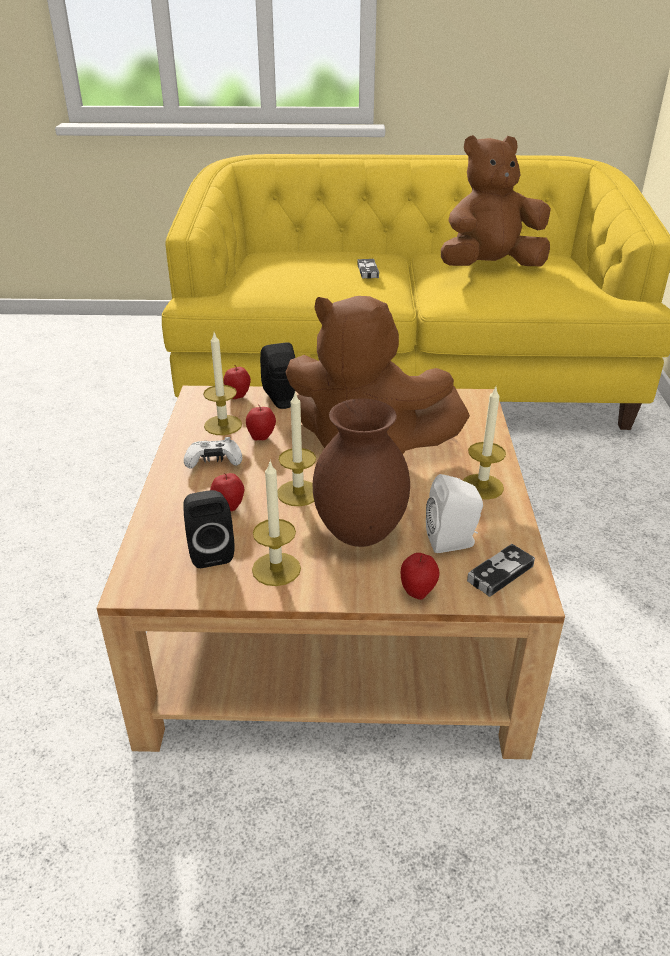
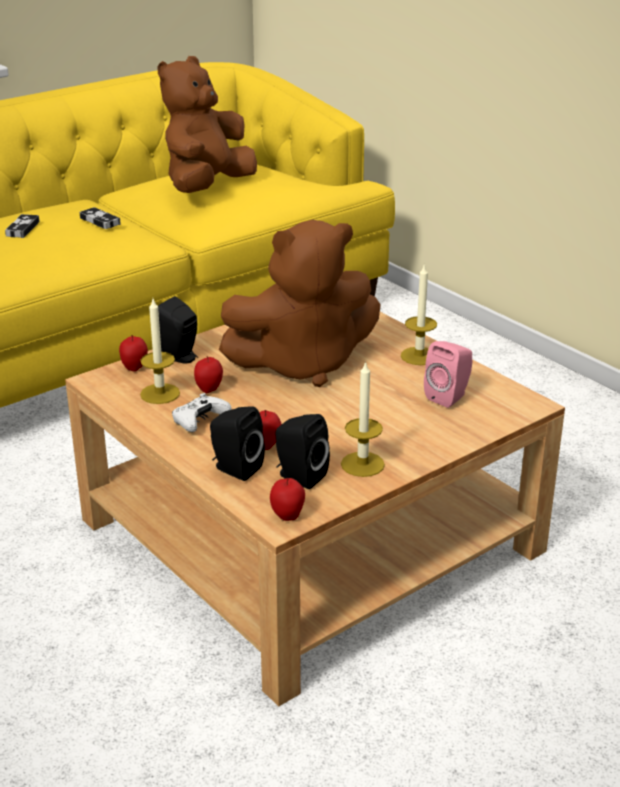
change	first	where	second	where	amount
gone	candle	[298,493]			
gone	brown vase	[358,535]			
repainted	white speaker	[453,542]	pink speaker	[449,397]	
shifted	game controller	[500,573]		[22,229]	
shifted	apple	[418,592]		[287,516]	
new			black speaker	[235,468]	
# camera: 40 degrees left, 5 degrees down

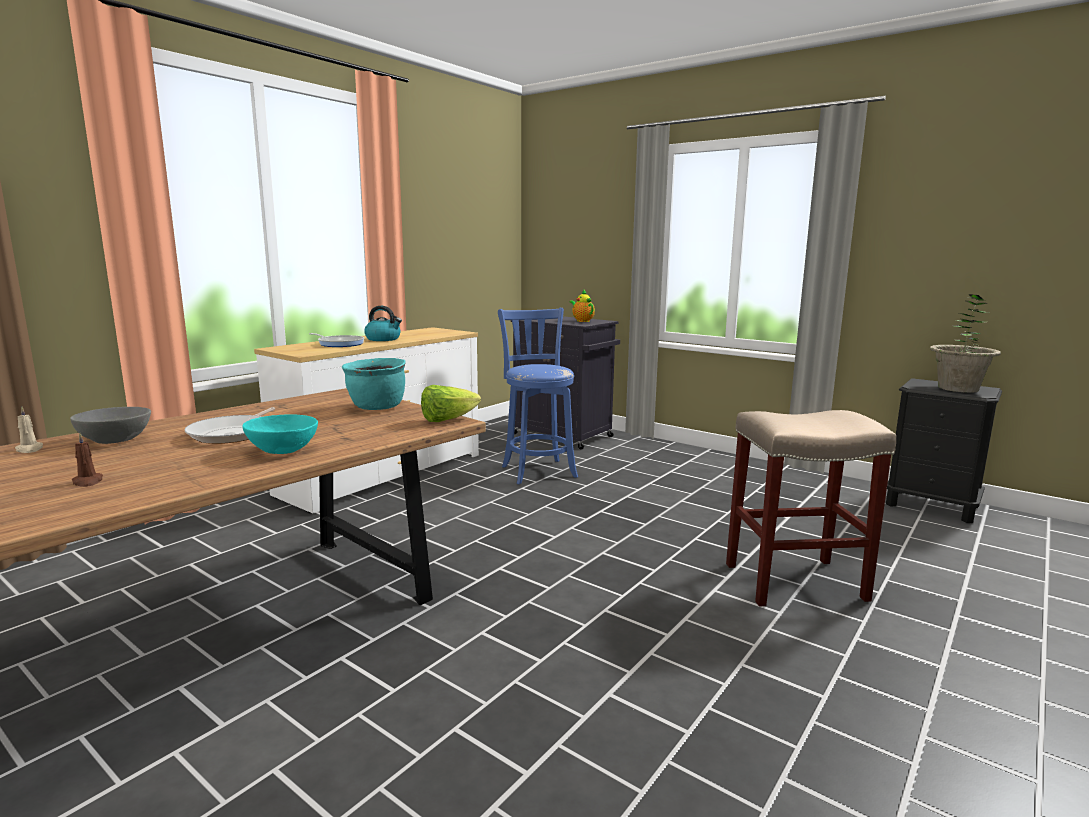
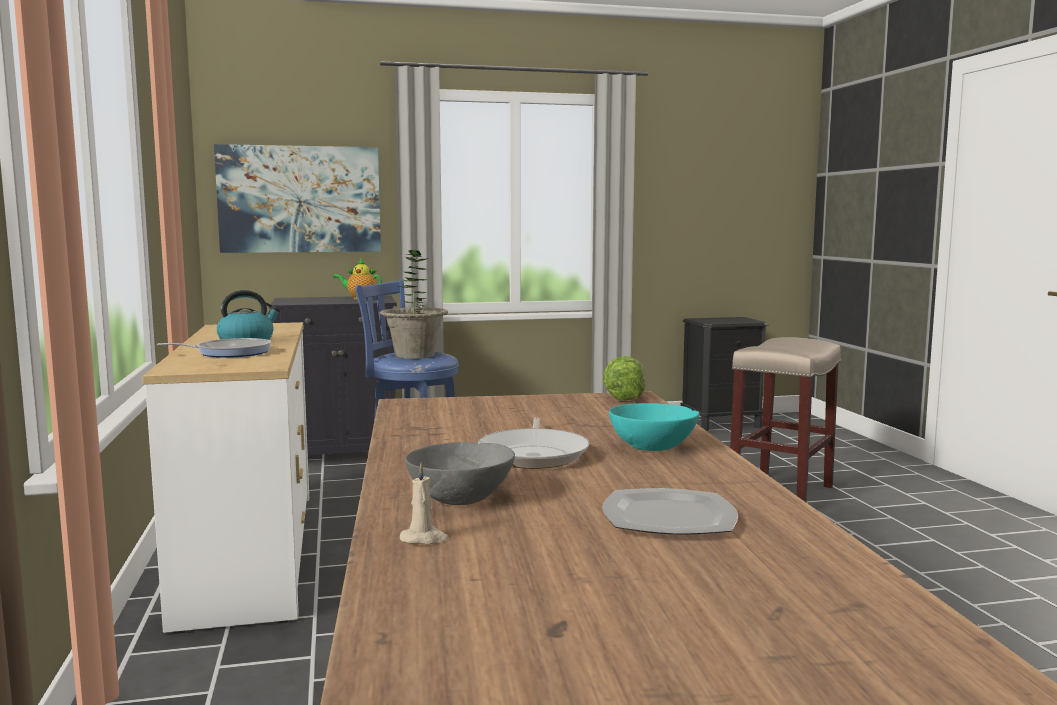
change	first	where	second	where	amount
shifted	potted plant	[958,389]		[415,355]	
gone	turquoise cooking pot	[377,408]			
rotated	frying pan	[234,433]		[534,454]	45 degrees clockwise
swapped	brown candle	[88,482]	plate	[670,518]	
new			picture	[300,199]	
# camera: 50 degrees left, 5 degrees down

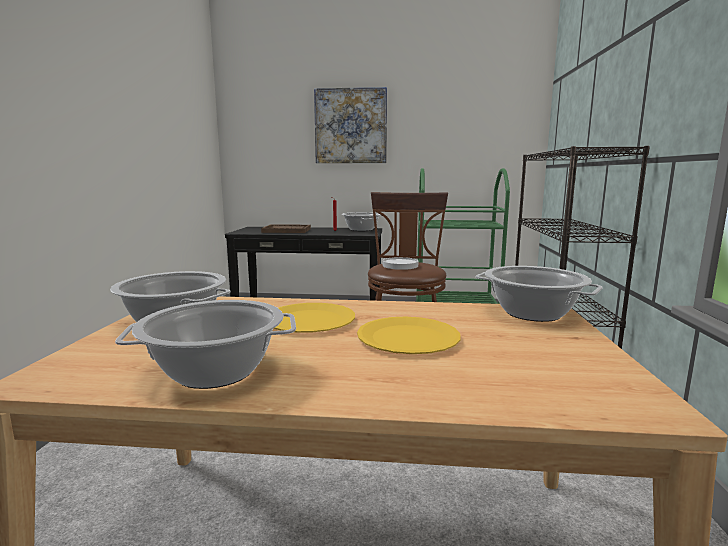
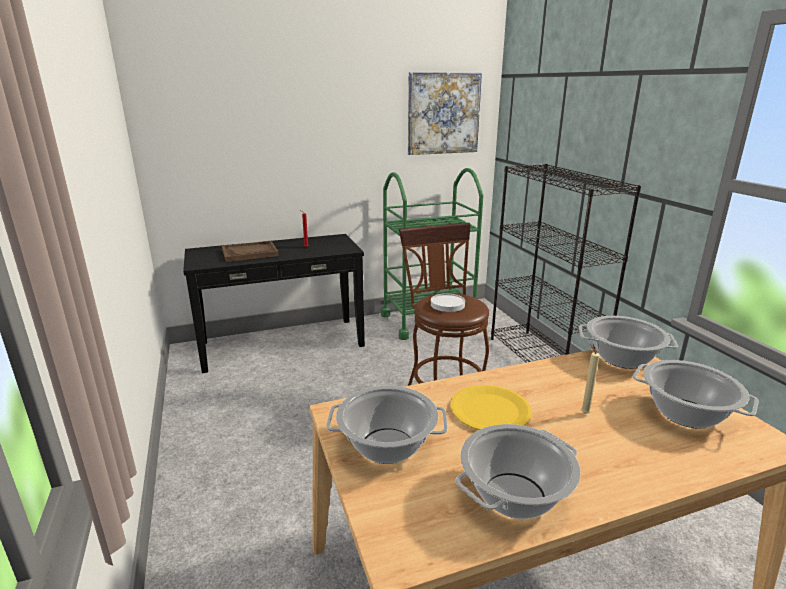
change	first	where	second	where	amount
shifted	picture	[350,126]		[443,113]	
shifted	cooking pot	[361,229]		[685,413]	
swapped	yellow plate	[408,338]	beige candle	[584,412]	
# camera: 25 degrees left, 10 degrees up

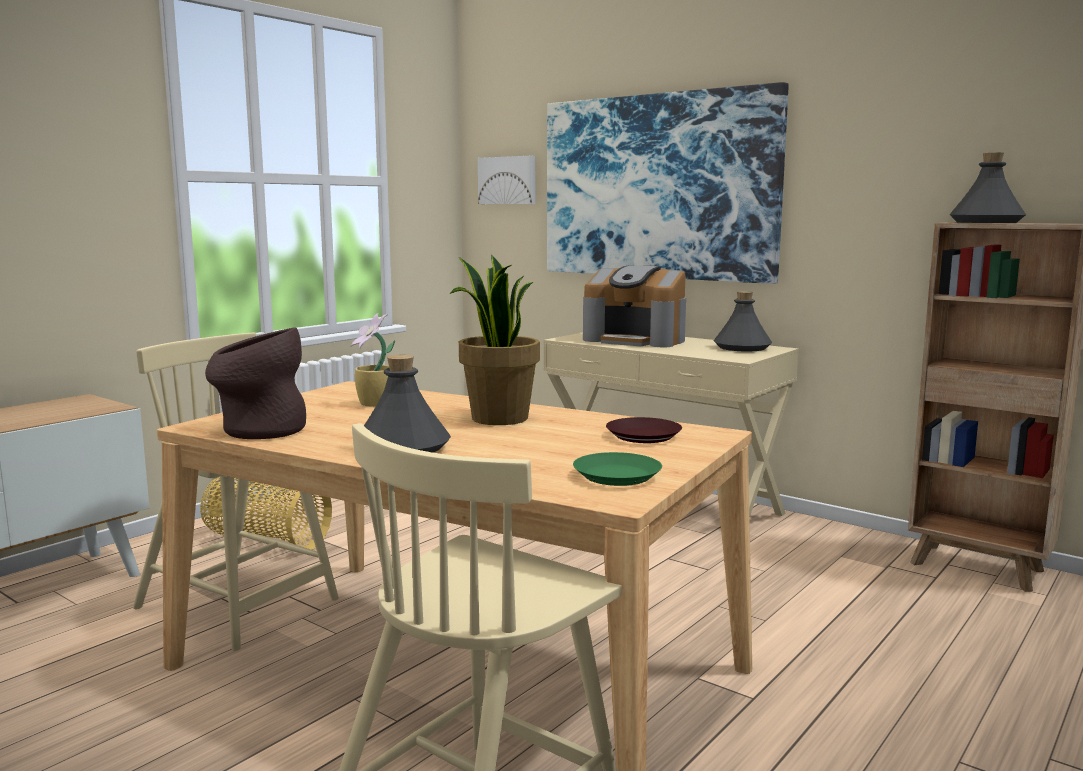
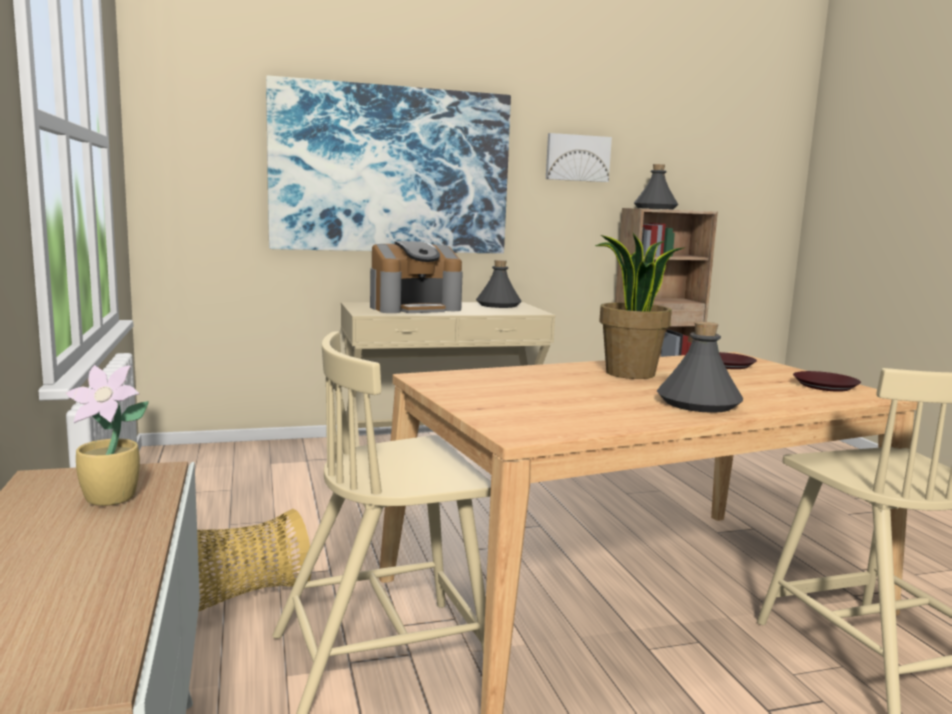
change	first	where	second	where	amount
shifted	picture	[508,180]		[577,158]	
shifted	potted plant	[375,404]		[112,499]	
gone	brown vase	[258,430]			
repainted	green plate	[618,476]	brown plate	[825,386]	
# camera: 55 degrees left, 0 degrees up

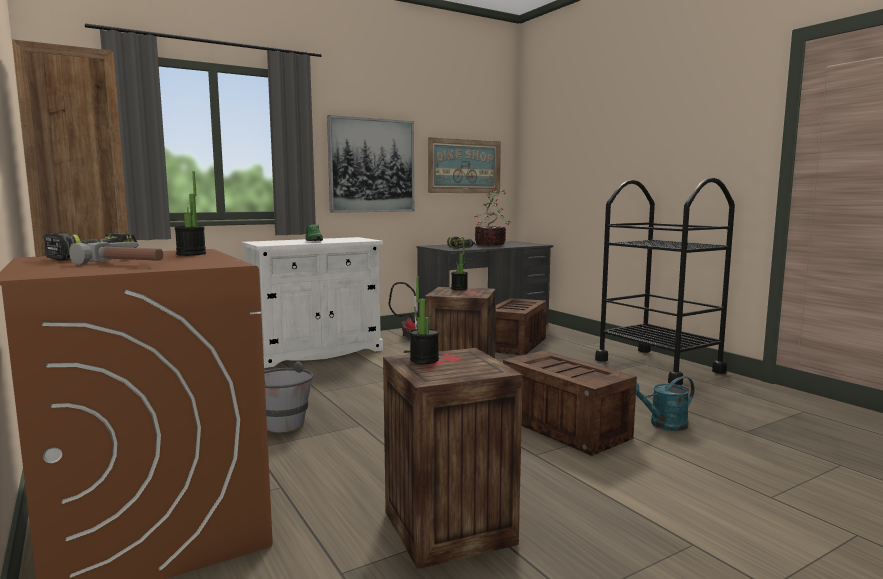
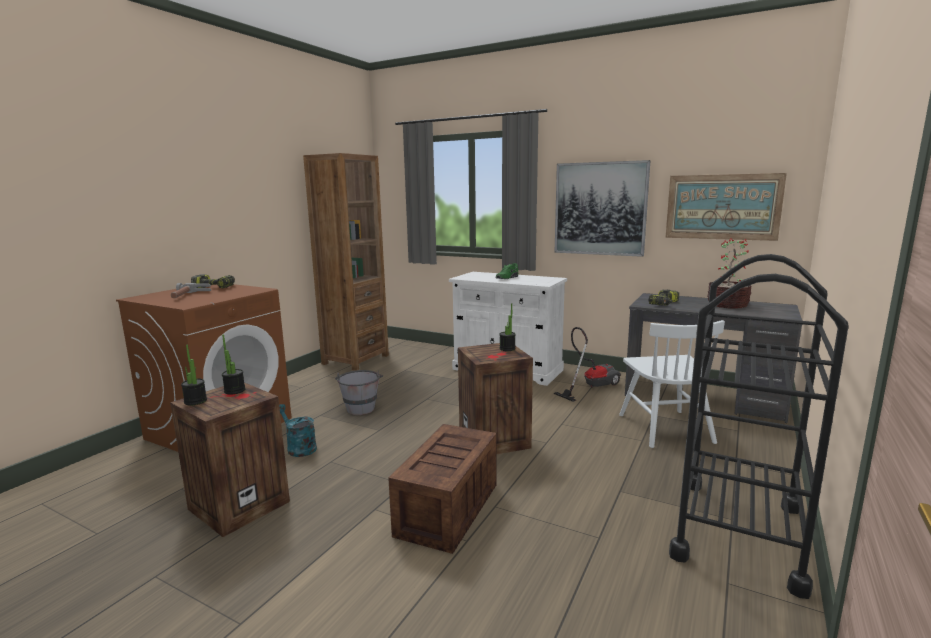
change	first	where	second	where	amount
shifted	potted plant	[191,254]		[195,401]	
swapped	crate	[516,344]	white chair	[665,428]	
shifted	turquoise watering can	[663,425]		[298,448]	
# camera: 60 degrees right, 5 degrees up

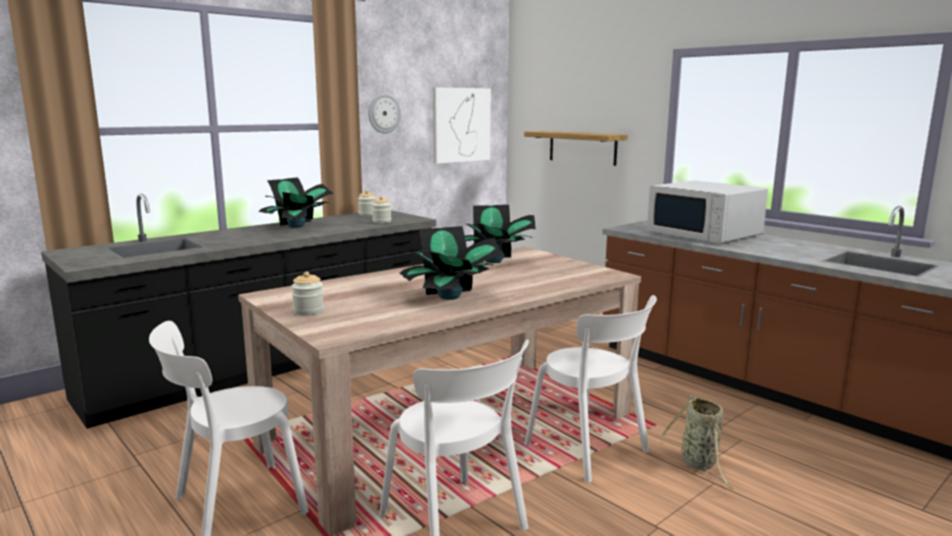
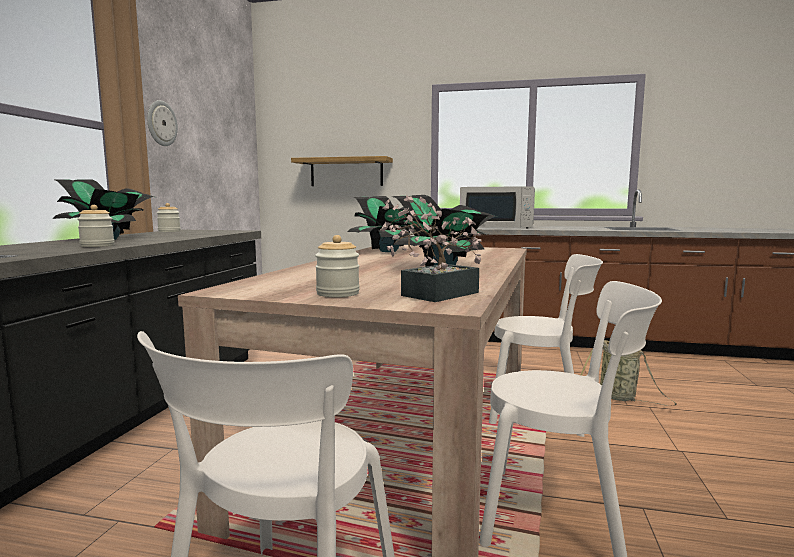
change	first	where	second	where	amount
gone	picture	[461,125]			
shifted	jar	[381,221]		[97,246]	
new			potted plant	[433,295]	
# camera: 35 degrees left, 5 degrees down

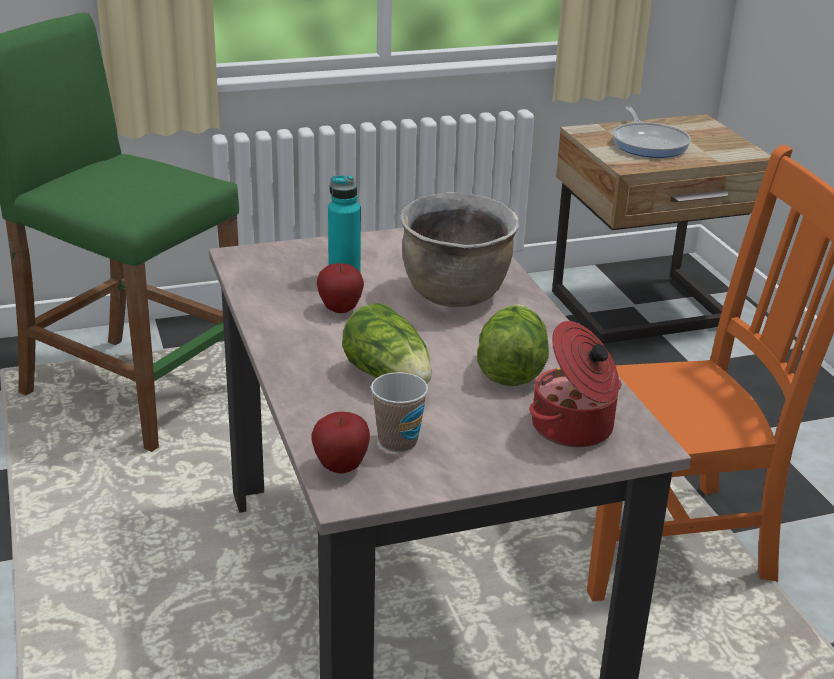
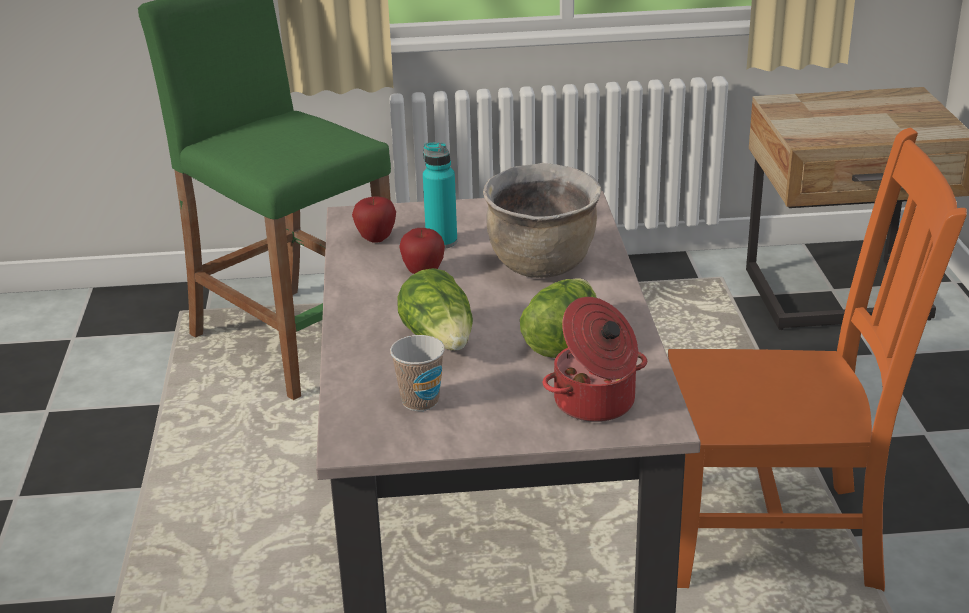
change	first	where	second	where	amount
gone	frying pan	[649,143]			
shifted	apple	[341,467]		[376,239]	
# camera: 15 degrees right, 0 degrees up

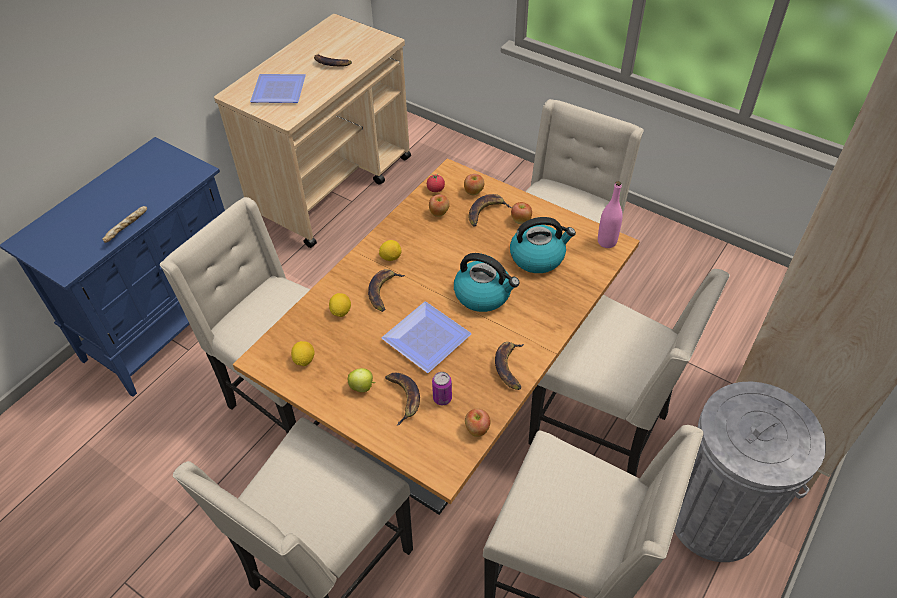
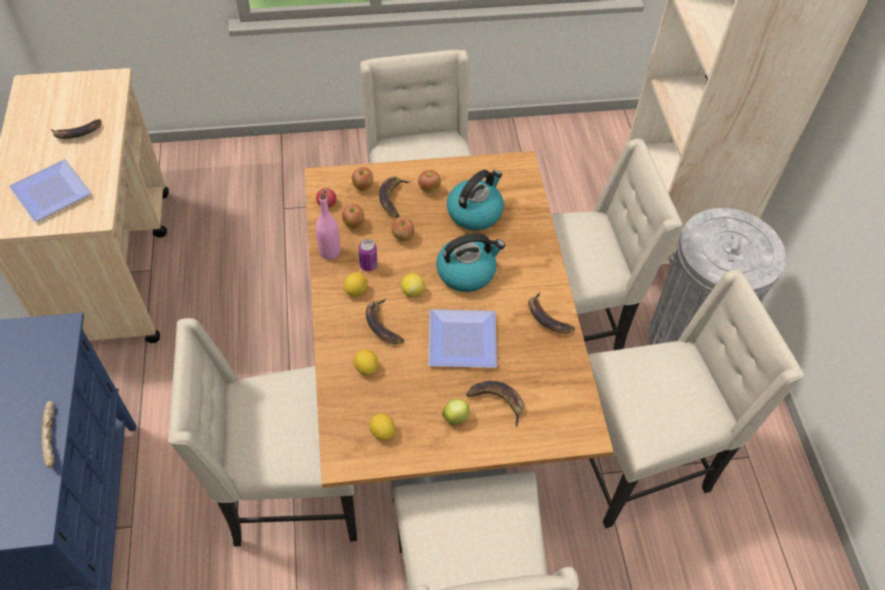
change	first	where	second	where	amount
shifted	pink bottle	[607,242]		[329,252]	
shifted	can	[442,398]		[368,265]	
shifted	apple	[477,429]		[402,237]	
new			lemon	[412,291]	
# camera: 45 degrees left, 5 degrees up

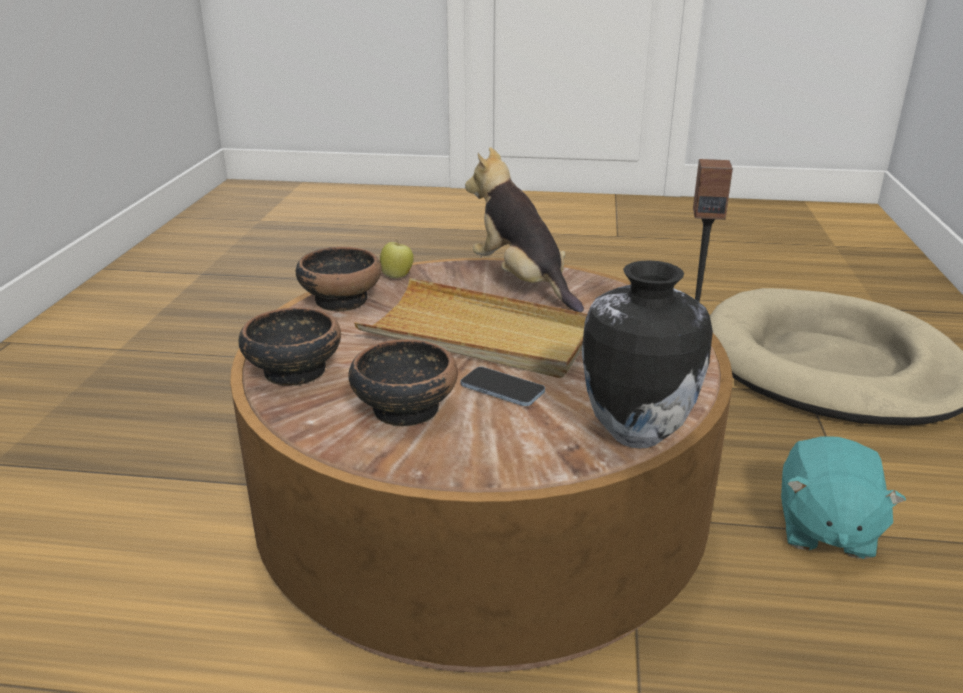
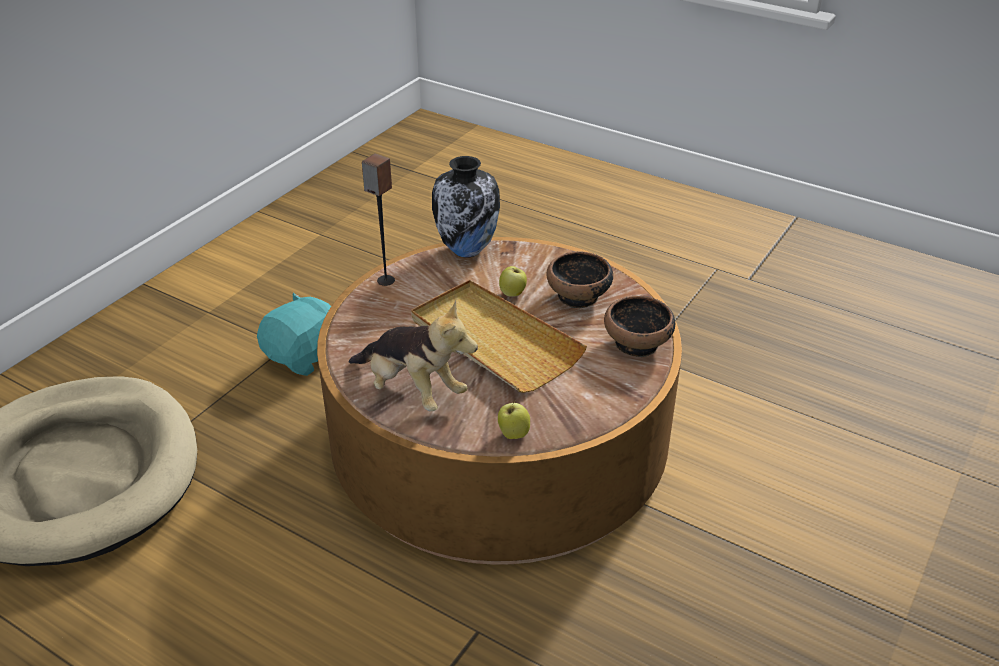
change	first	where	second	where	amount
rotated	plush toy	[522,282]		[412,390]	45 degrees counterclockwise
gone	bowl	[341,300]			
swapped	phone	[502,389]	apple	[513,294]	
# camera: 155 degrees left, 10 degrees up

